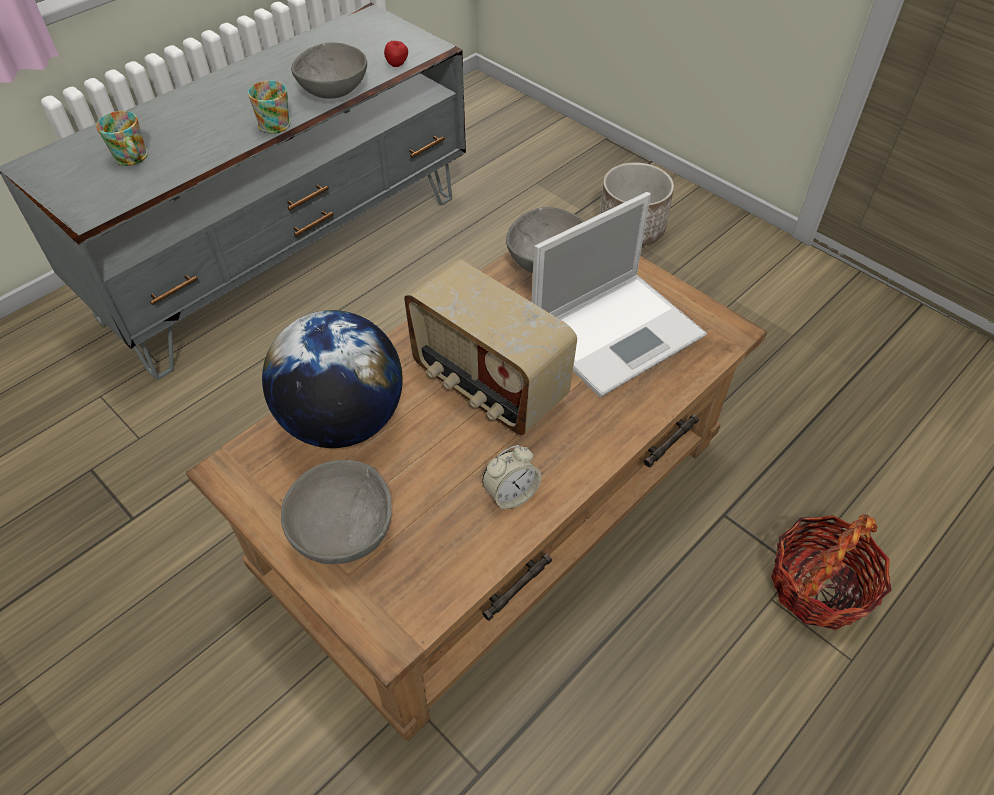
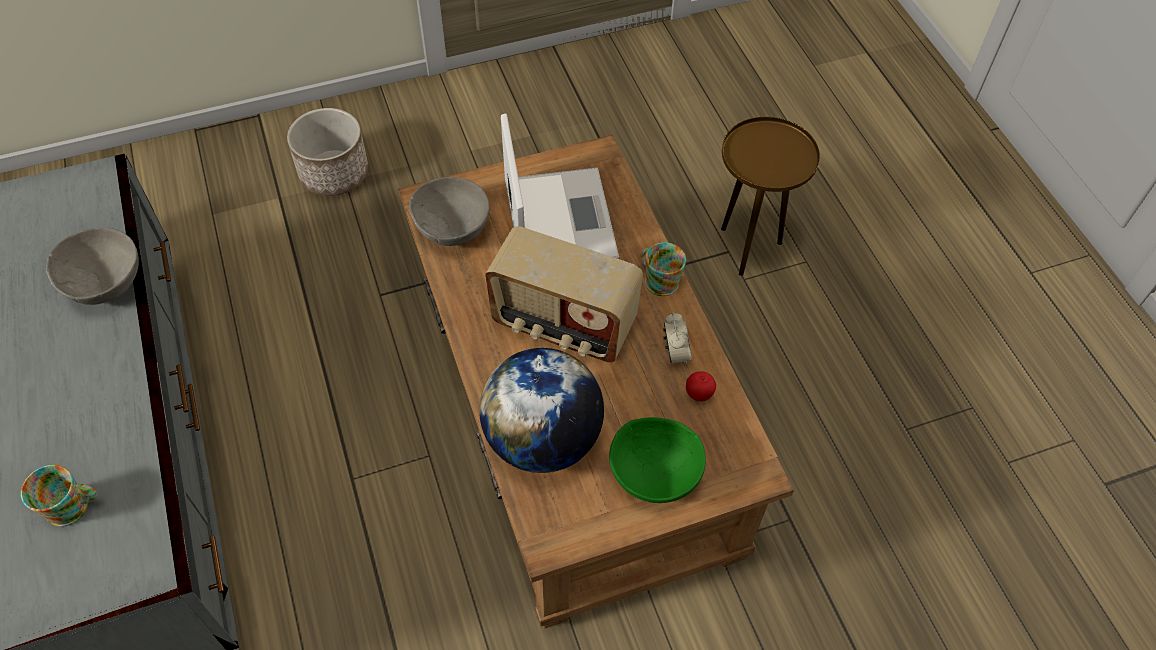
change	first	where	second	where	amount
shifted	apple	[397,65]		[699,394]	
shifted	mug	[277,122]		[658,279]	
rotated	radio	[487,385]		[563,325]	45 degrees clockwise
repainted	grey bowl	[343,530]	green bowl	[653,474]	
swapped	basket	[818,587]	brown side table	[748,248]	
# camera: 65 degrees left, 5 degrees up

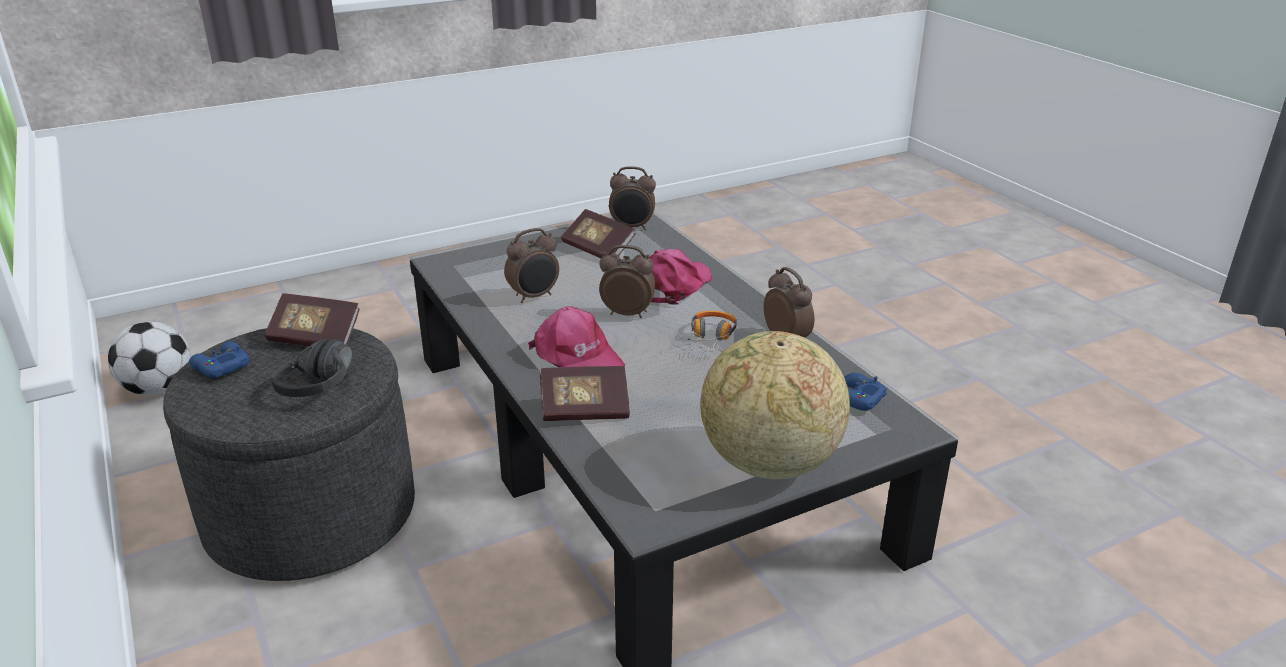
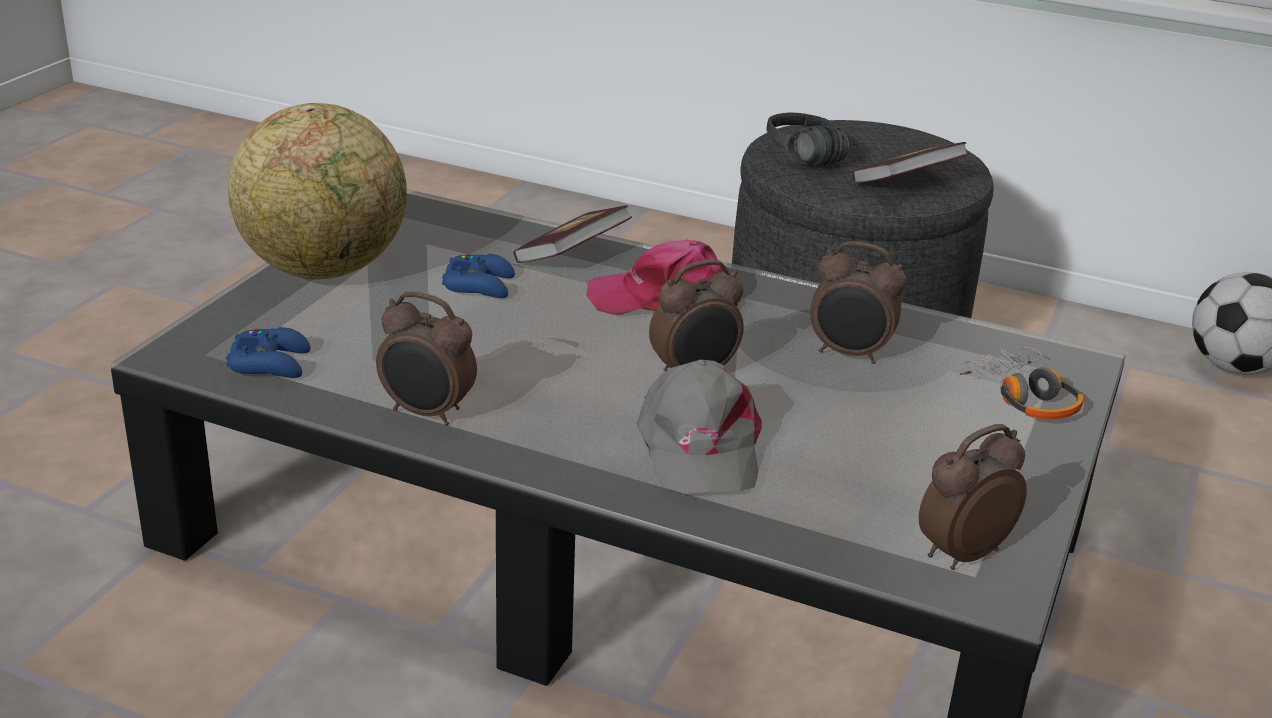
change	first	where	second	where	amount
gone	book	[598,249]			
rotated	alarm clock	[534,296]		[849,354]	90 degrees counterclockwise
repainted	pink cap	[674,285]	grey cap	[698,446]	
shifted	headphones	[709,340]		[1023,396]	
shifted	blue game controller	[220,366]		[480,285]	
# camera: 140 degrees right, 0 degrees up

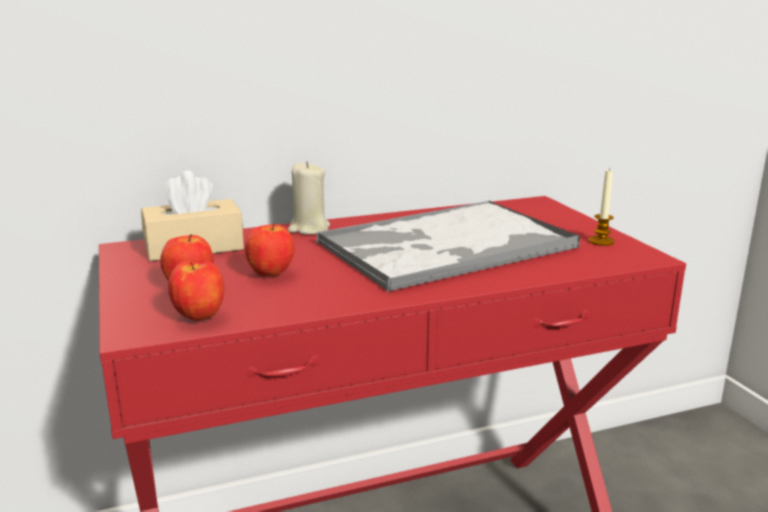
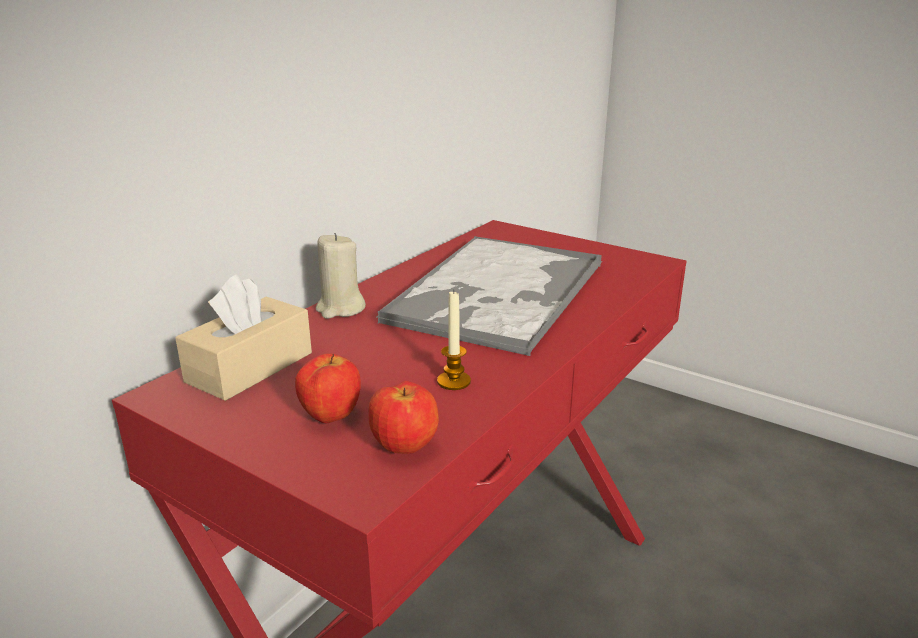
change	first	where	second	where	amount
shifted	candle	[601,241]		[454,381]	
gone	apple	[271,274]			
# camera: 35 degrees left, 5 degrees up

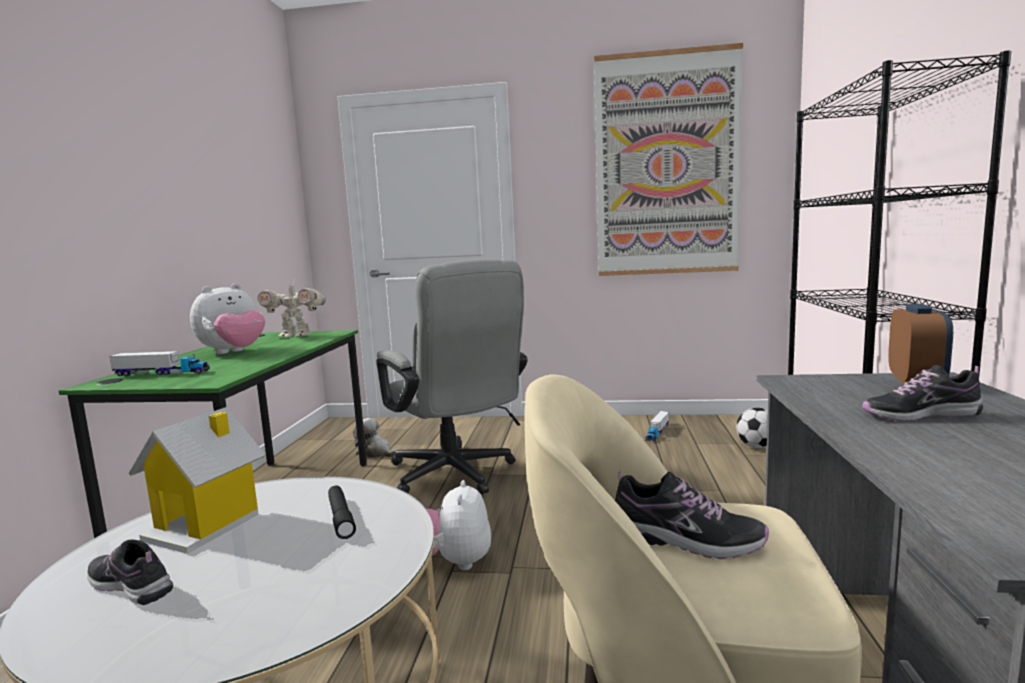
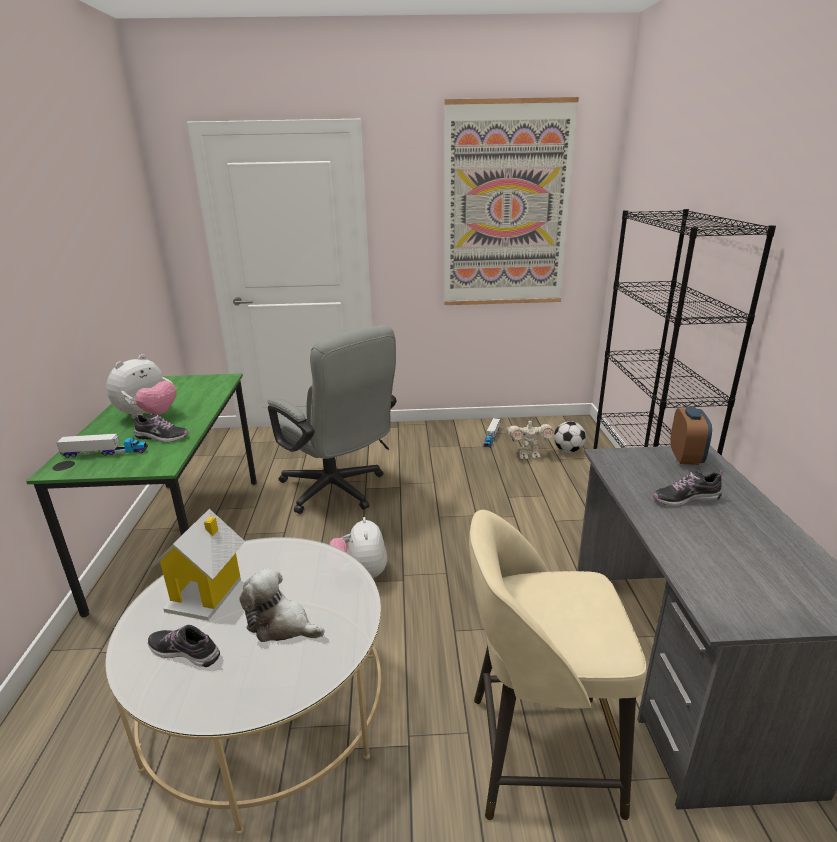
change	first	where	second	where	amount
shifted	toy robot	[296,336]		[528,455]	
shifted	plush toy	[375,453]		[281,625]	
shifted	shoe	[685,540]		[161,437]	
gone	black flashlight	[341,517]			
# camera: 10 degrees left, 15 degrees up

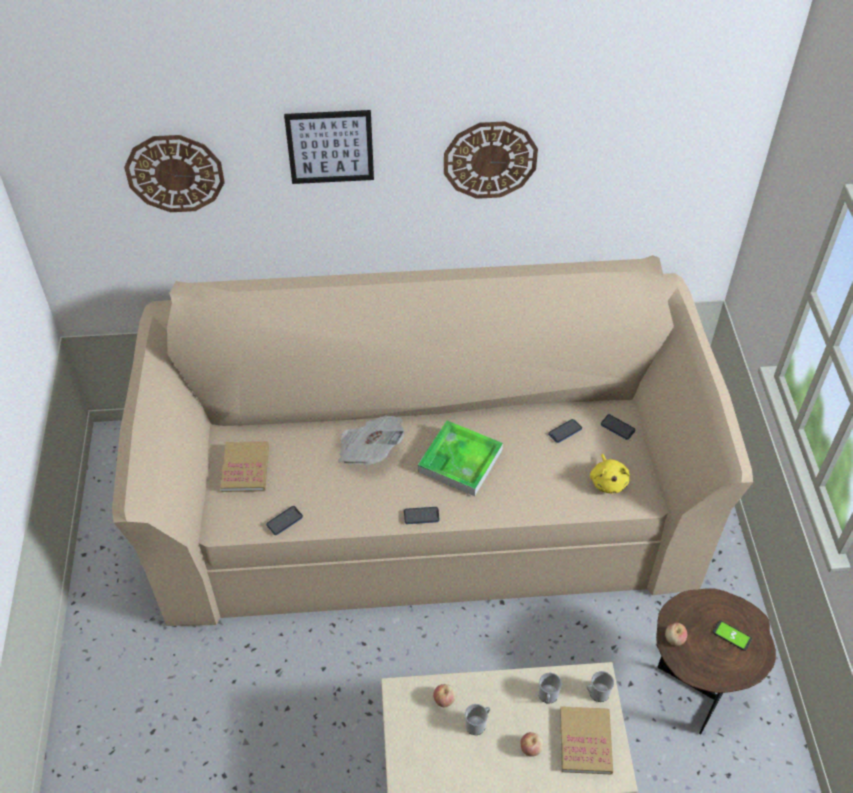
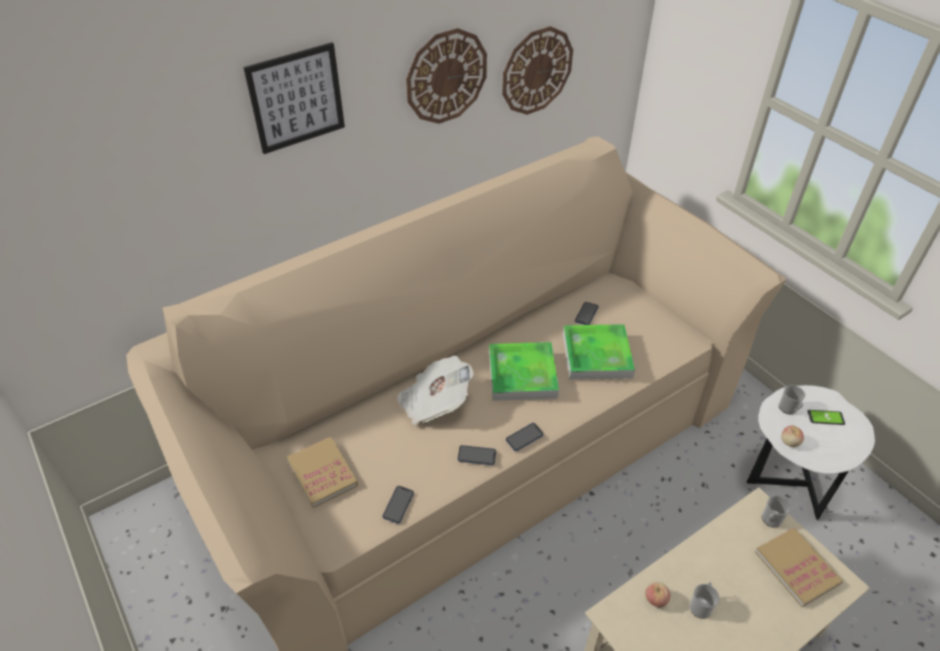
change	first	where	second	where	amount
shifted	wall clock	[175,173]		[536,71]	
shifted	phone	[617,427]		[477,456]	
gone	yellow plush toy	[608,481]			
repainted	brown side table	[694,689]	white side table	[784,486]	
shifted	mug	[547,696]		[789,409]	
gone	apple	[531,748]			
new			tray	[596,355]	
# camera: 30 degrees left, 5 degrees down

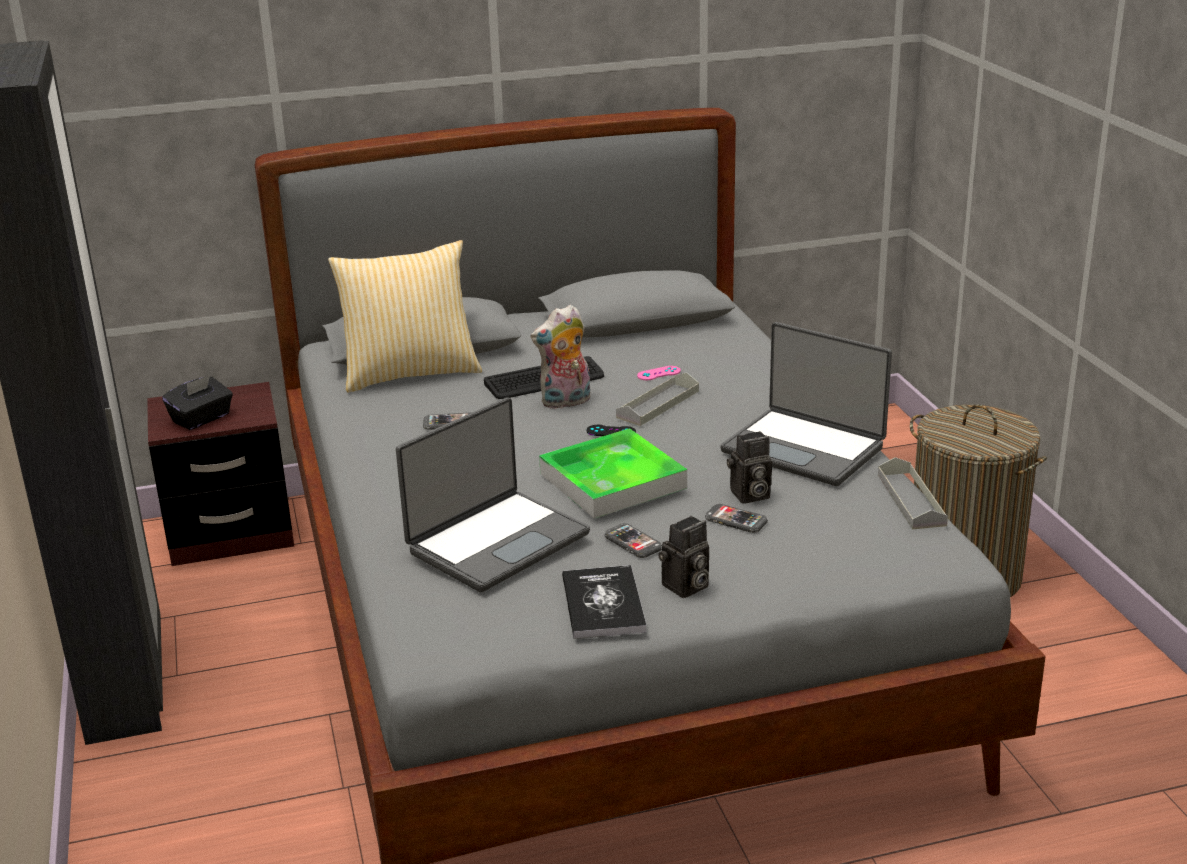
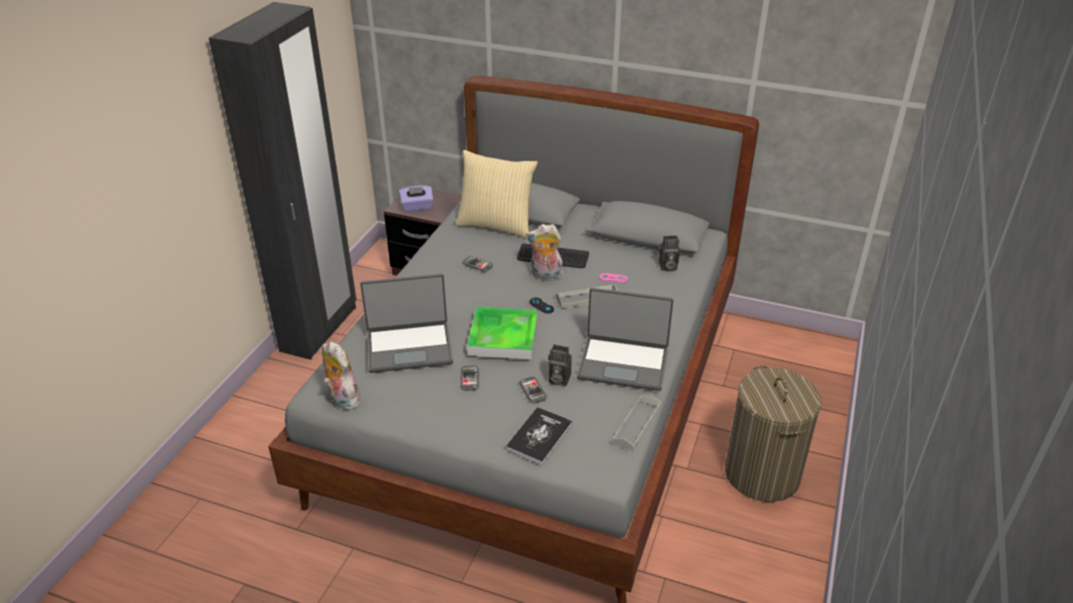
change	first	where	second	where	amount
rotated	laptop	[804,448]		[623,363]	60 degrees counterclockwise
repainted	black tissue box	[202,419]	purple tissue box	[417,207]	
shifted	photo camera	[685,587]		[667,266]	
shifted	book	[603,604]		[539,436]	
new			plush toy	[342,399]	
# camera: 35 degrees right, 10 degrees up

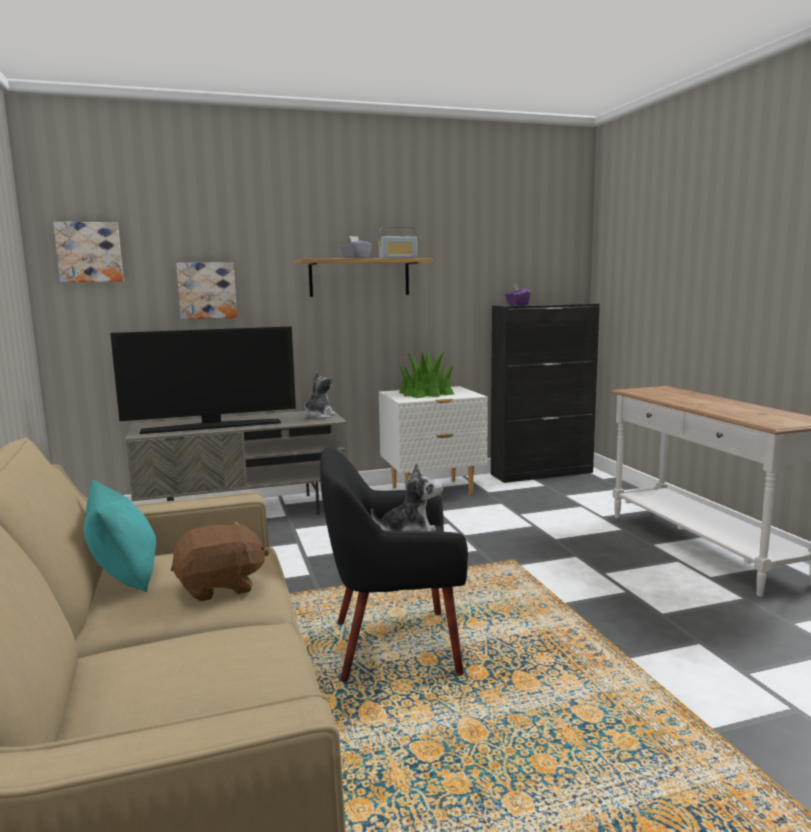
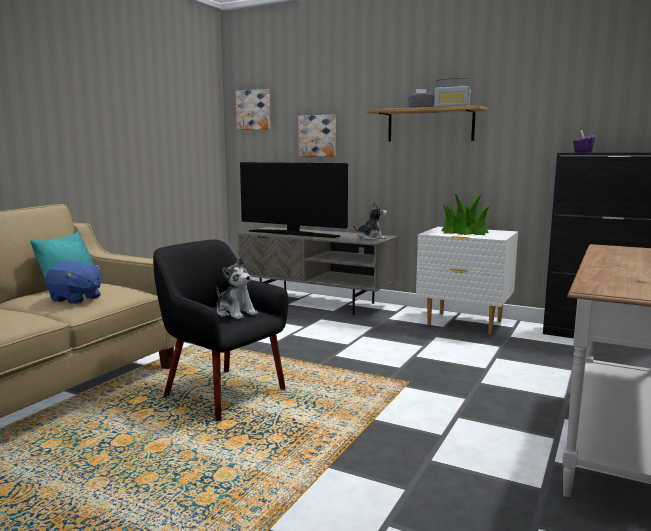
change	first	where	second	where	amount
repainted	brown plush toy	[220,587]	blue plush toy	[75,299]	
# camera: 45 degrees right, 0 degrees up

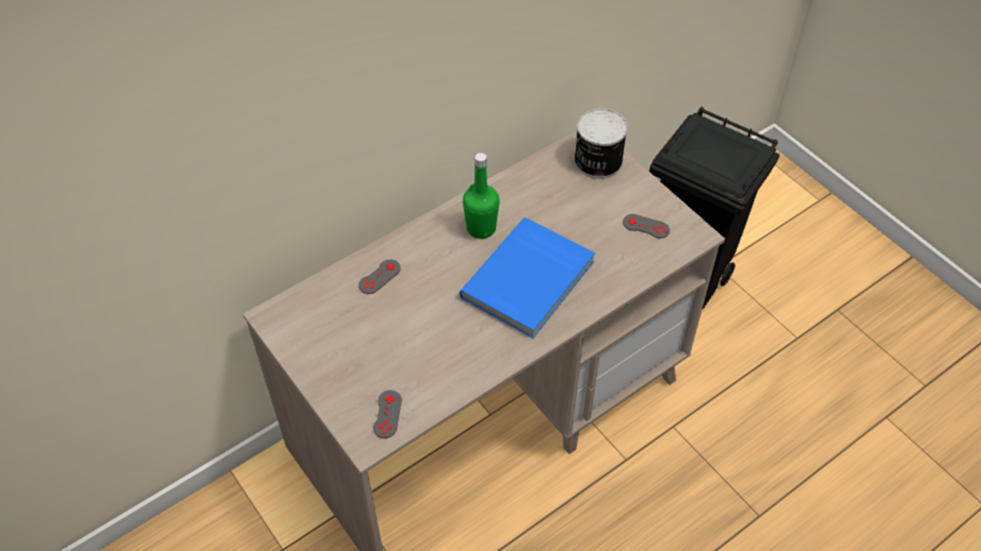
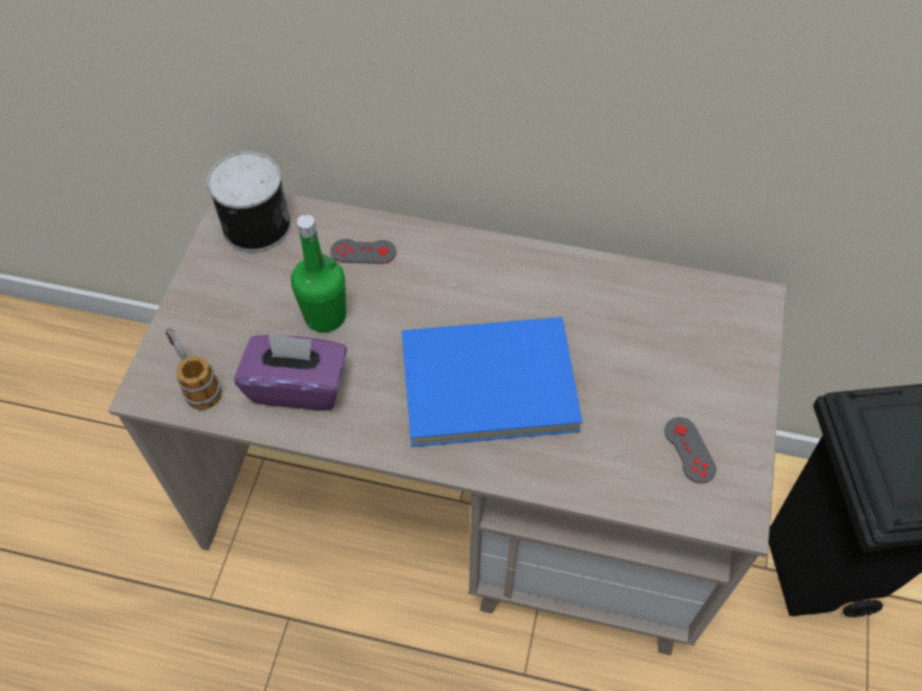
change	first	where	second	where	amount
shifted	can	[597,161]		[254,225]	
shifted	green bottle	[481,228]		[325,316]	
swapped	grey game controller	[387,414]	mug	[196,382]	
new			purple tissue box	[298,386]	
# camera: 50 degrees right, 5 degrees up

